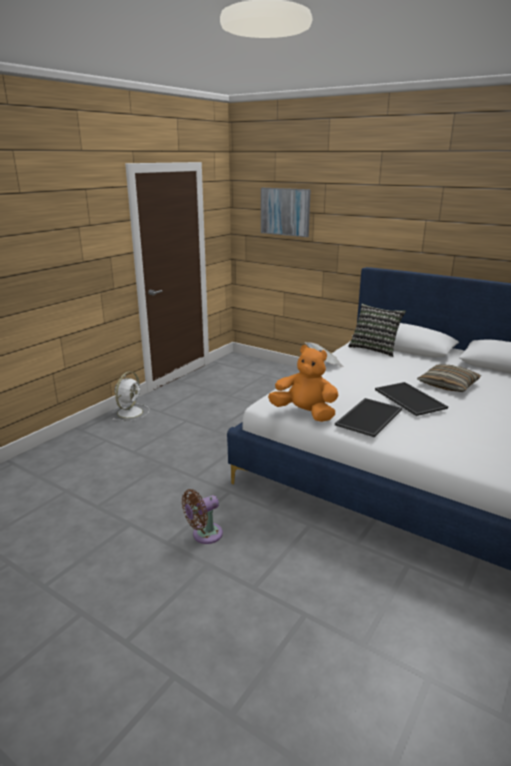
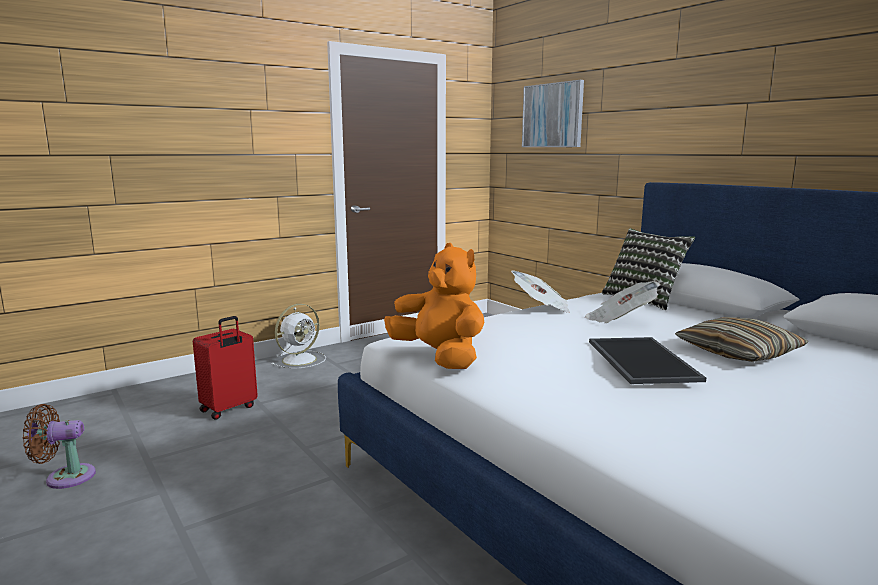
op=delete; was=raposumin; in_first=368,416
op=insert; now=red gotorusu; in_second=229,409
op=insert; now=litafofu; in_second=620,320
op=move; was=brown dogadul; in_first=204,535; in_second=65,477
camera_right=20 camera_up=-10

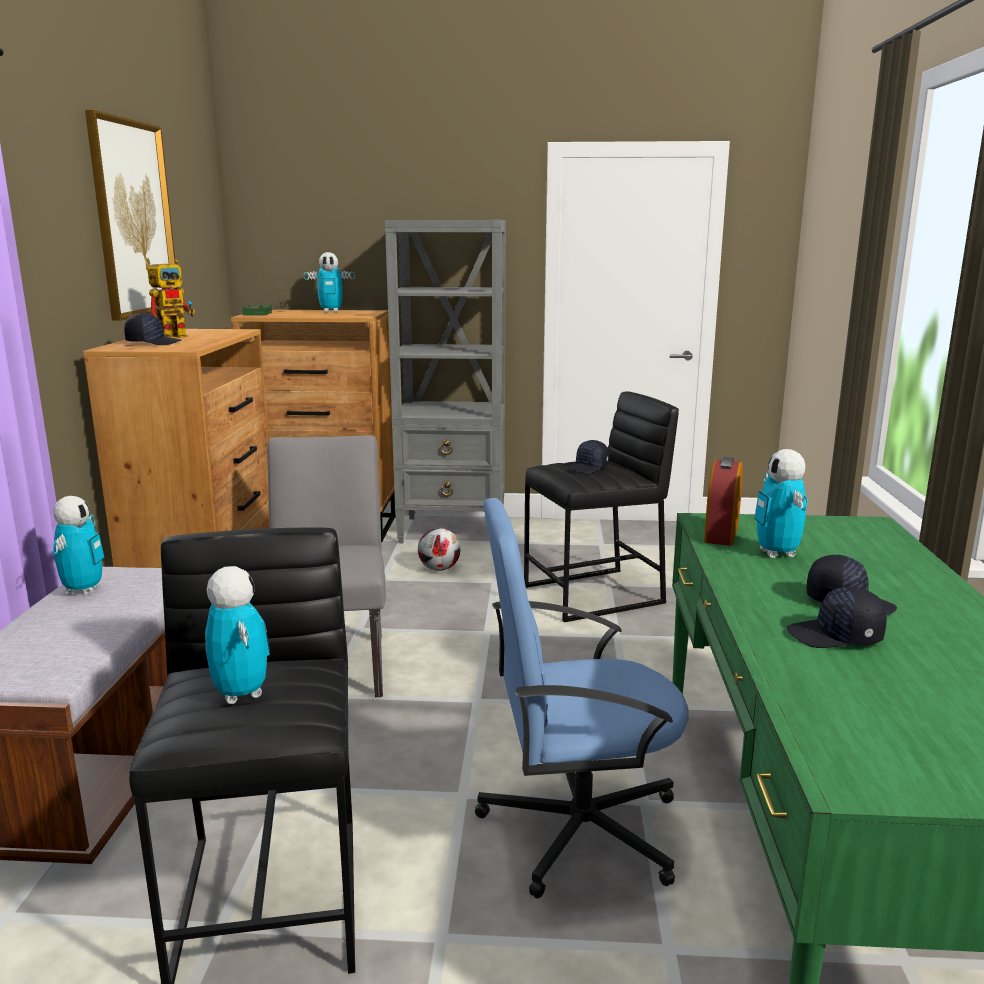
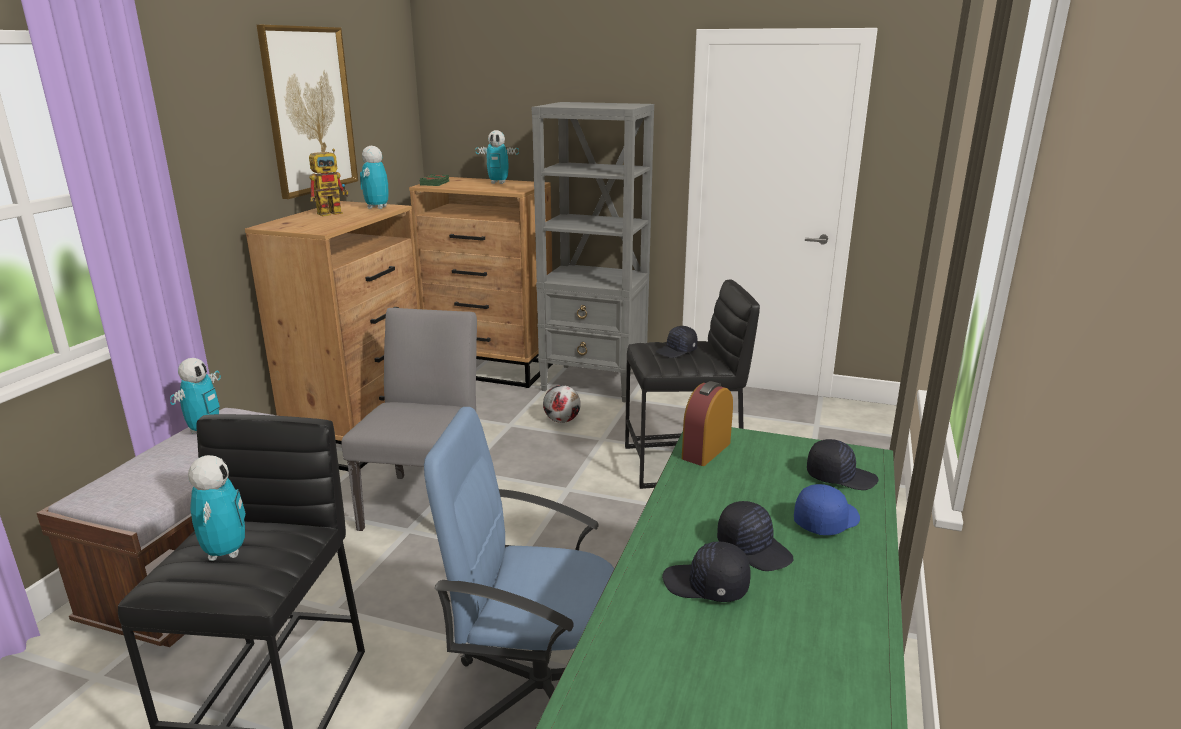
op=insert; now=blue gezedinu; in_second=825,520
op=move; was=black gezedinu; in_first=153,343; in_second=840,476
op=move; was=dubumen; in_first=777,553; in_second=377,207
camera_right=15 camera_up=5

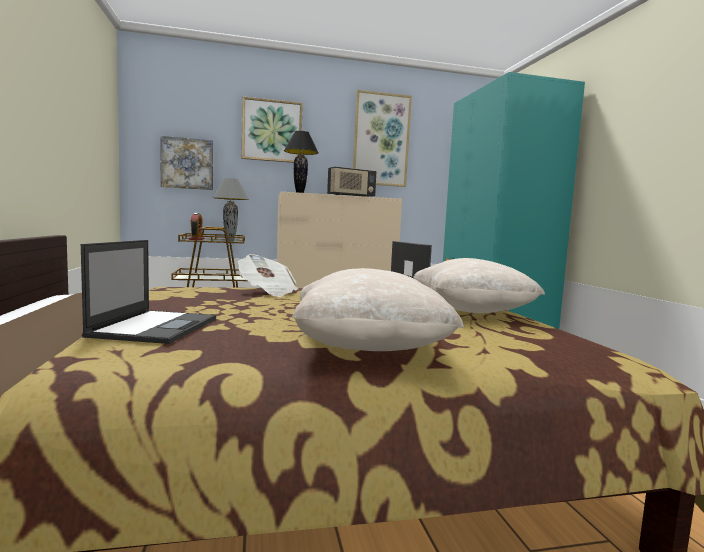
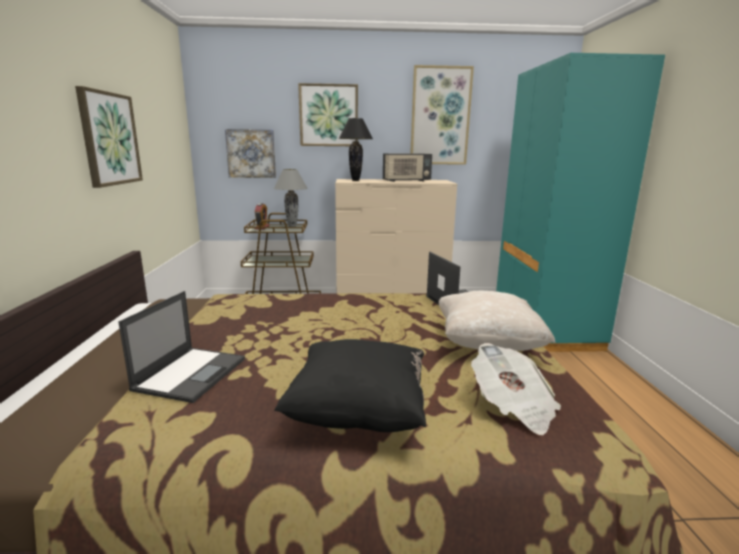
op=insert; now=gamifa; in_second=109,139
op=move; was=litafofu; in_first=267,291; in_second=513,407
op=recolor; was=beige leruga; now=black leruga; in_first=367,348; in_second=358,413
camera_right=10 camera_up=10

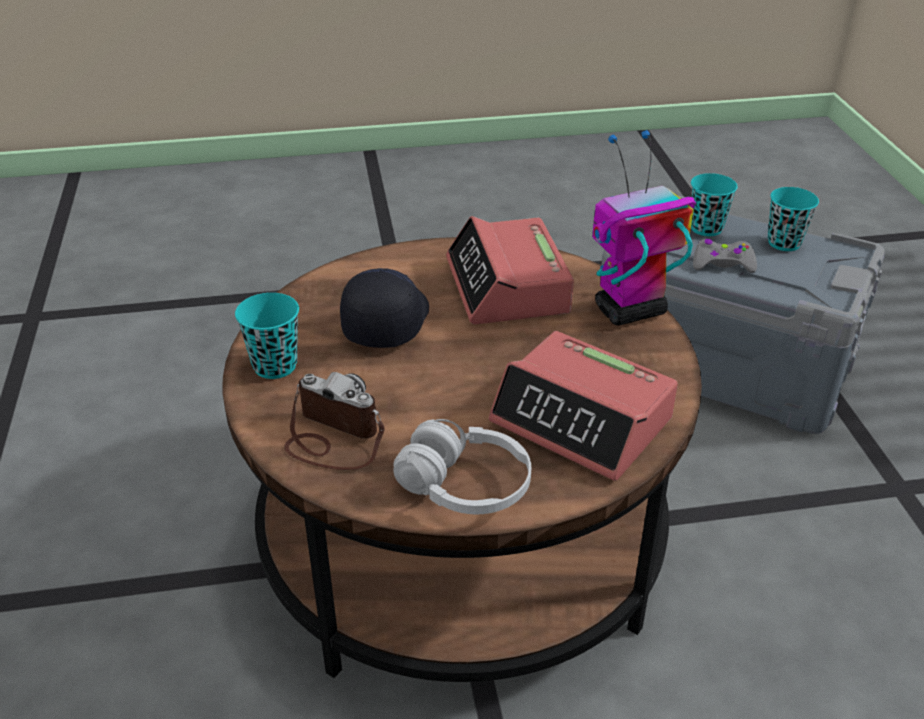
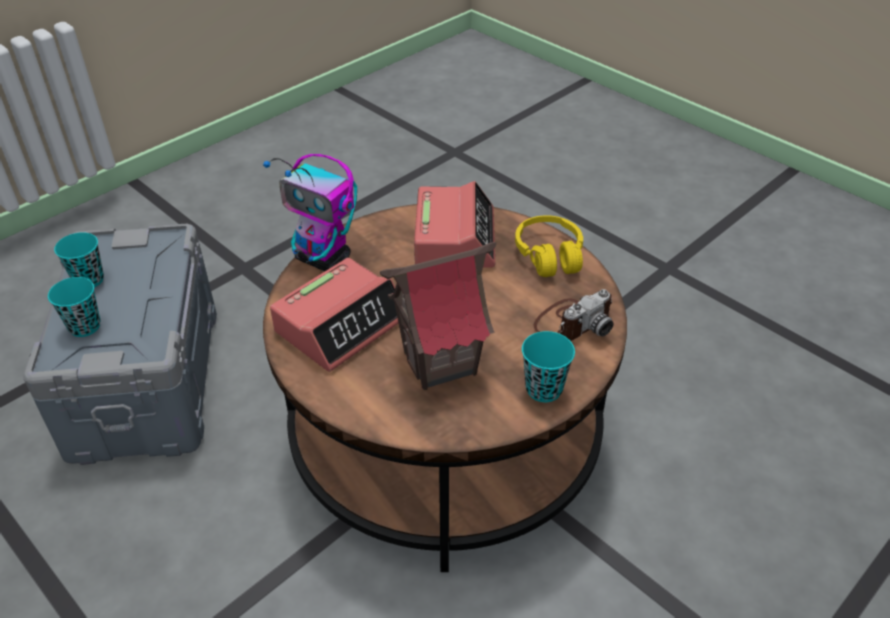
op=delete; was=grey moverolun; in_first=722,264
op=replace; was=black gezedinu; now=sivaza; in_first=385,321; in_second=440,363
op=recolor; was=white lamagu; now=yellow lamagu; in_first=464,486; in_second=549,256
op=rotate; was=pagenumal; in_first=332,437; in_second=573,322; clockwise=-120
camera_right=-125 camera_up=5

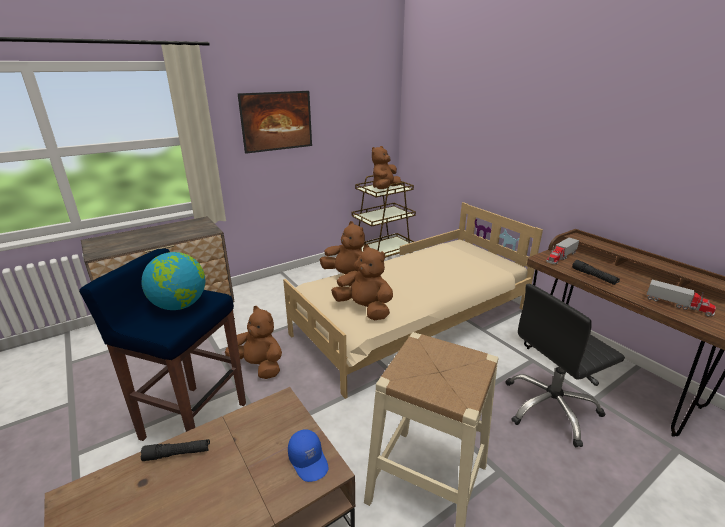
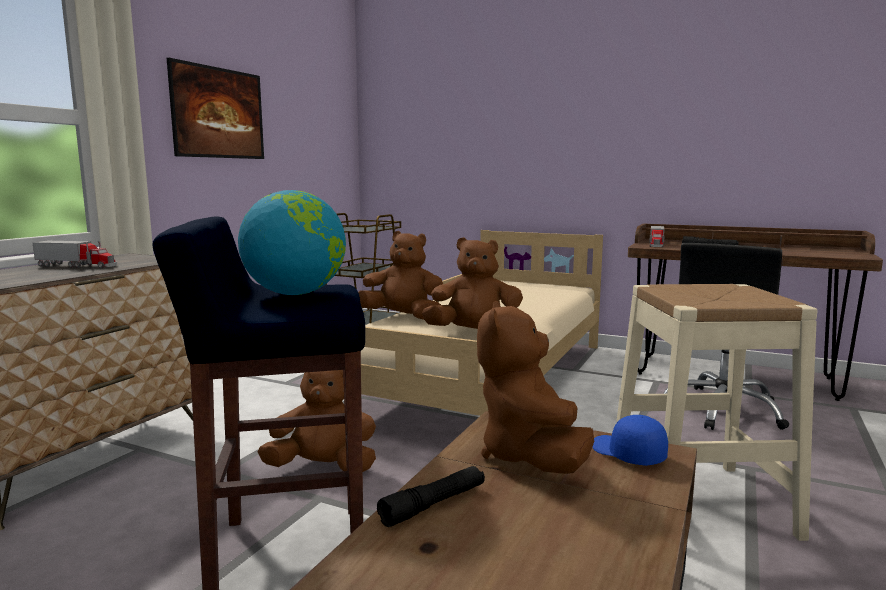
op=move; was=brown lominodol; in_first=385,189; in_second=530,457
op=move; was=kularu; in_first=678,305; in_second=77,266
op=rotate; was=blue gezedinu; in_first=309,461; in_second=627,454; clockwise=-150
camera_right=-30 camera_up=-15

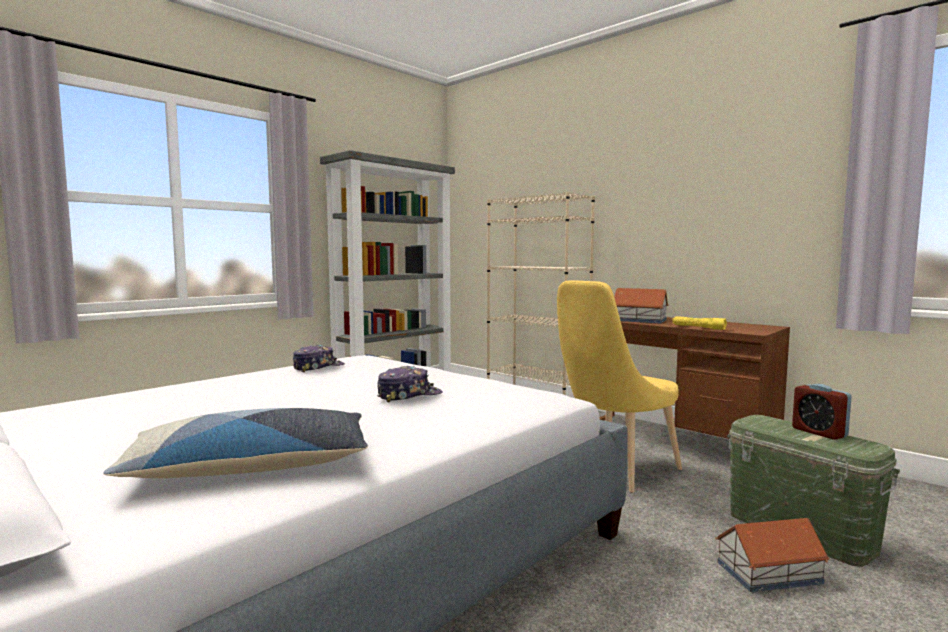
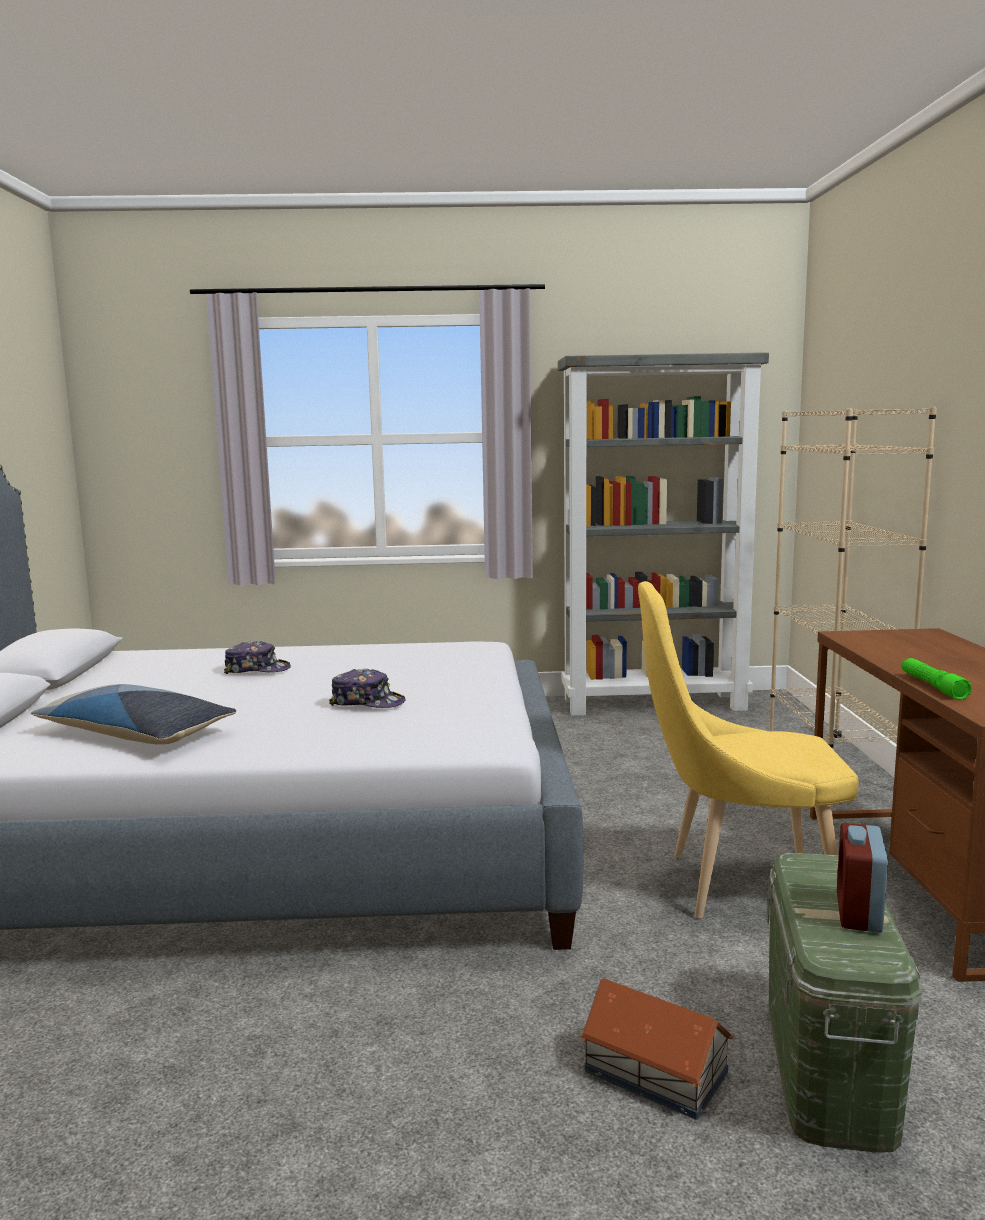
op=delete; was=sivaza; in_first=640,320
op=move; was=gezedinu; in_first=318,367; in_second=257,670
op=recolor; was=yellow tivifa; now=green tivifa; in_first=698,327; in_second=933,686
camera_right=45 camera_up=5

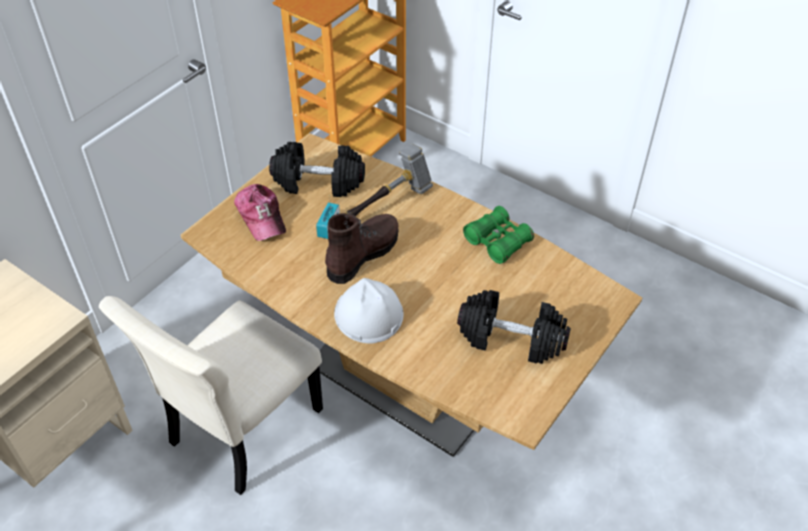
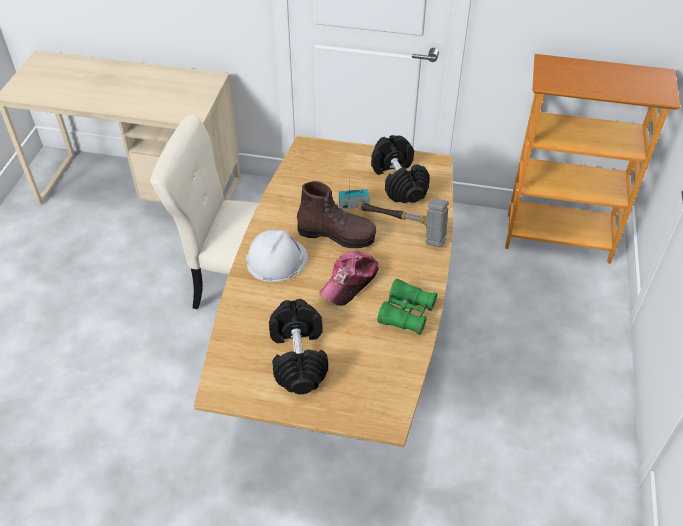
op=move; was=gezedinu; in_first=261,217; in_second=350,281
camera_right=65 camera_up=0

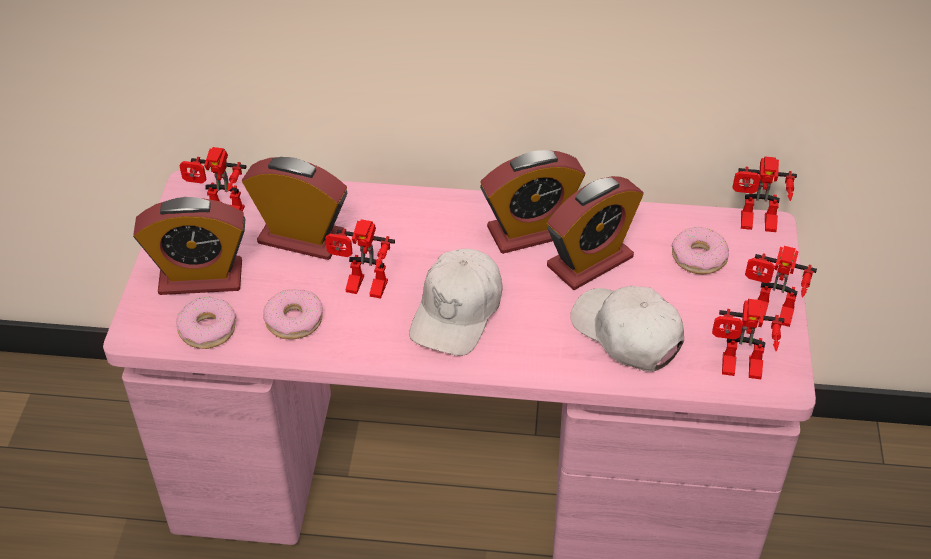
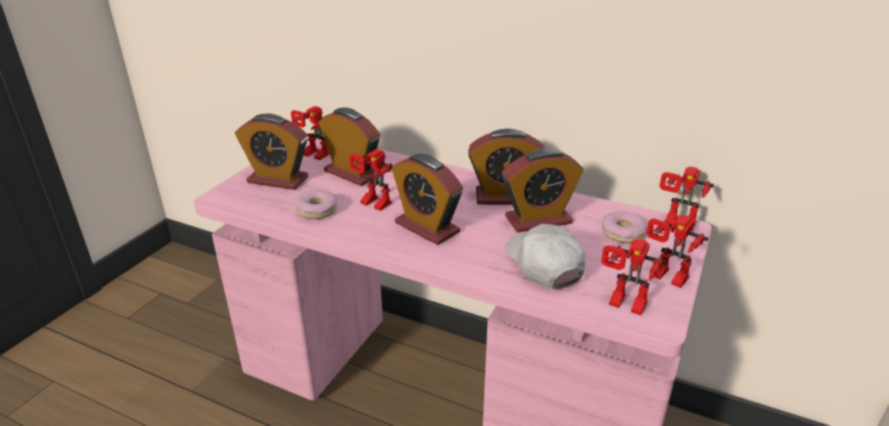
op=delete; was=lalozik; in_first=207,329
op=replace; was=white gezedinu; now=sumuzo; in_first=457,312; in_second=427,227
camera_right=20 camera_up=-15

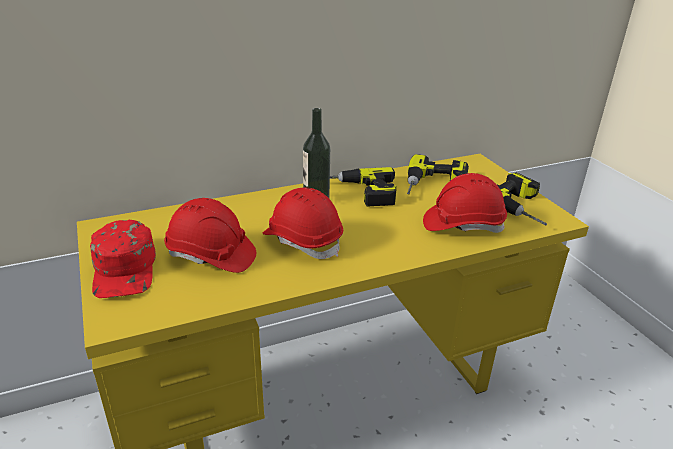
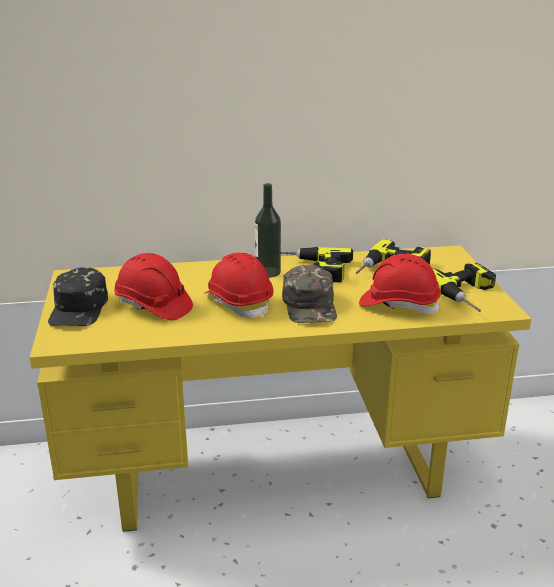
op=insert; now=green gezedinu; in_second=310,305
op=recolor; was=red gezedinu; now=black gezedinu; in_first=125,269; in_second=79,308
camera_right=15 camera_up=-5

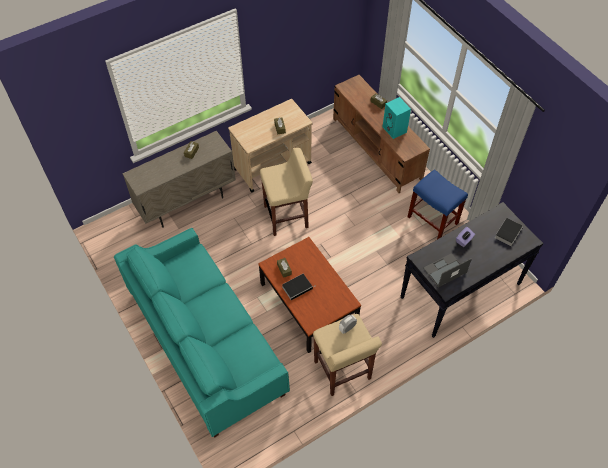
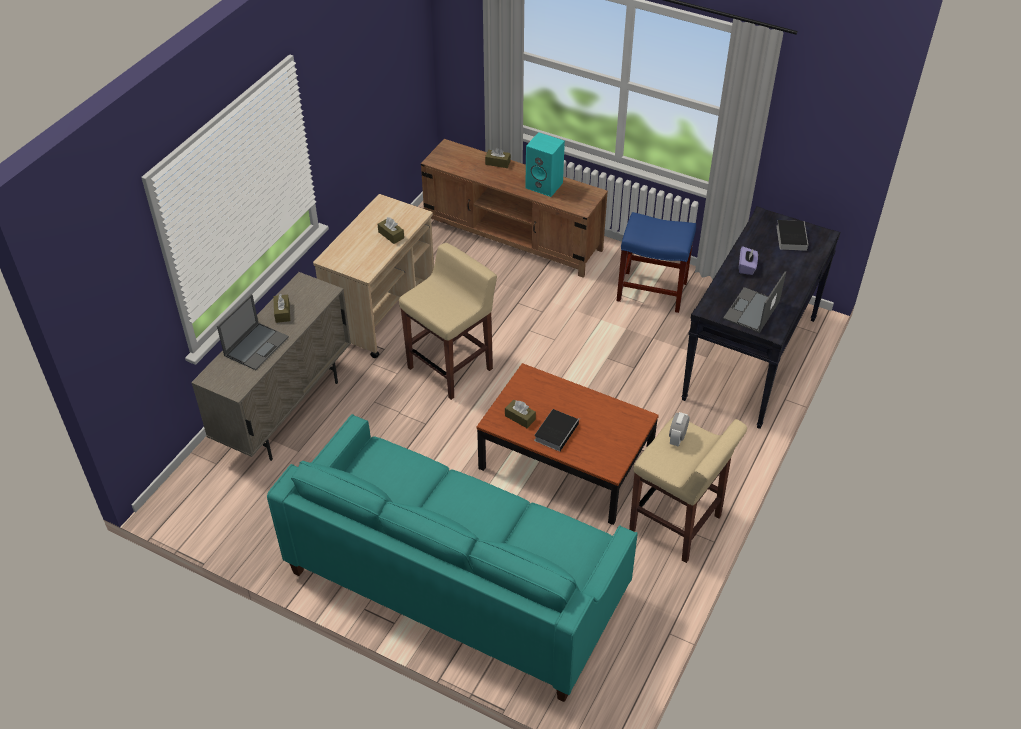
op=insert; now=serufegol; in_second=256,346
camera_right=-30 camera_up=-10

